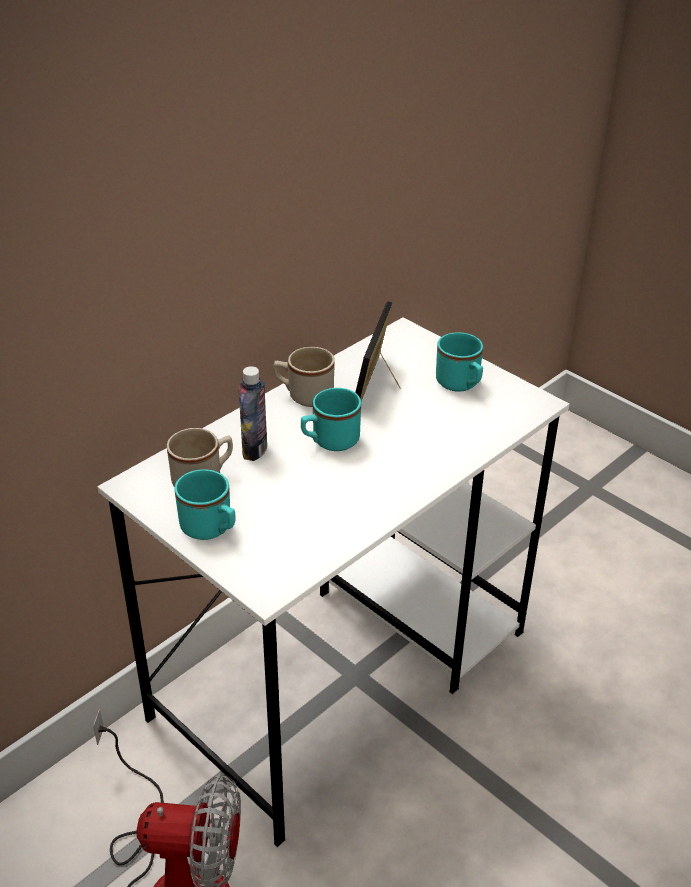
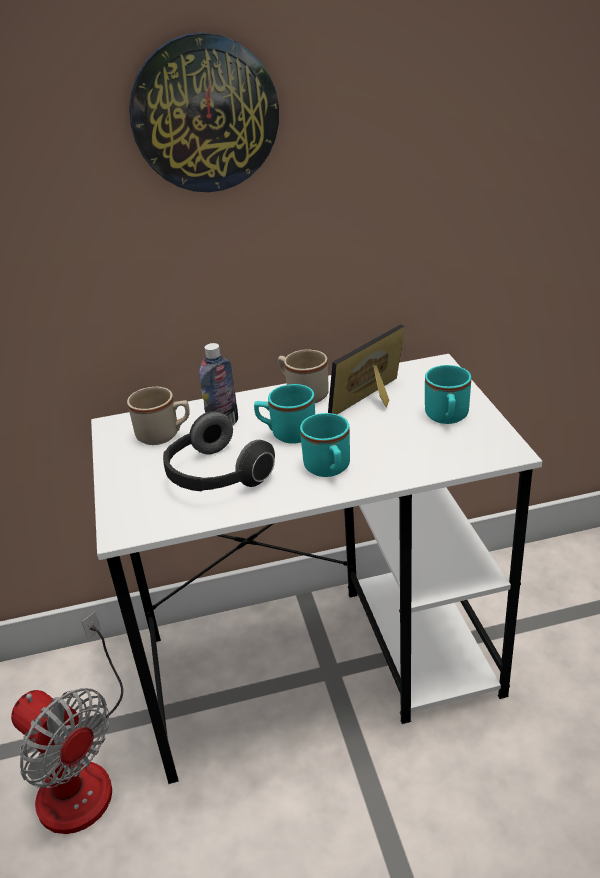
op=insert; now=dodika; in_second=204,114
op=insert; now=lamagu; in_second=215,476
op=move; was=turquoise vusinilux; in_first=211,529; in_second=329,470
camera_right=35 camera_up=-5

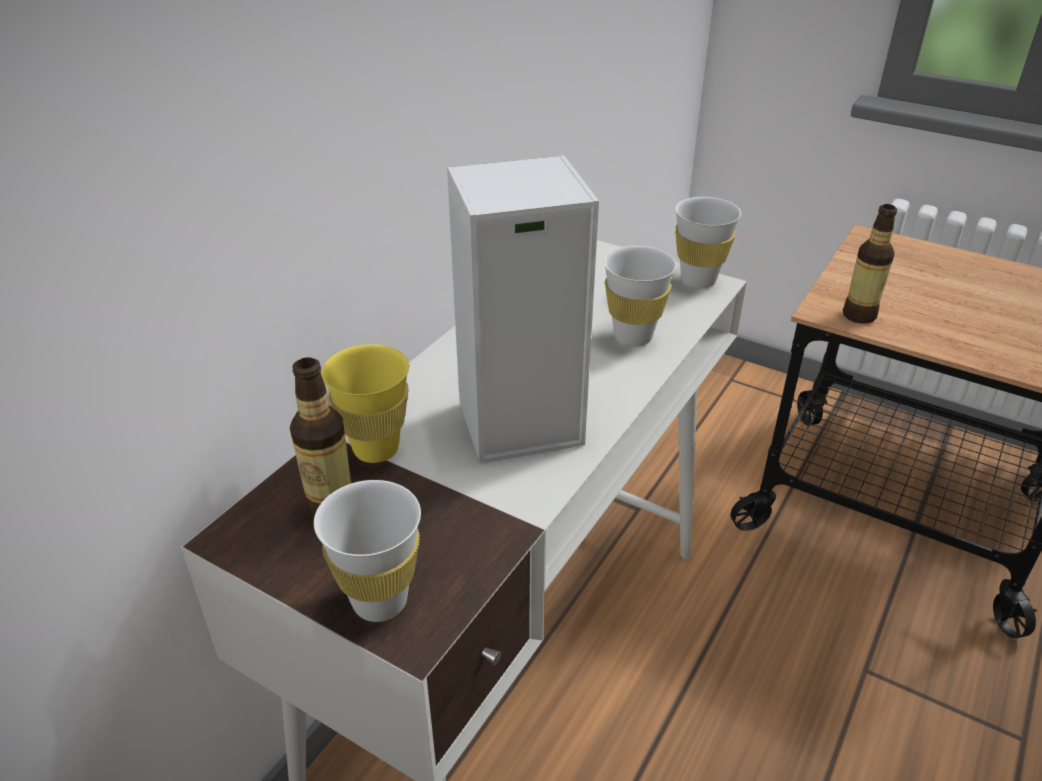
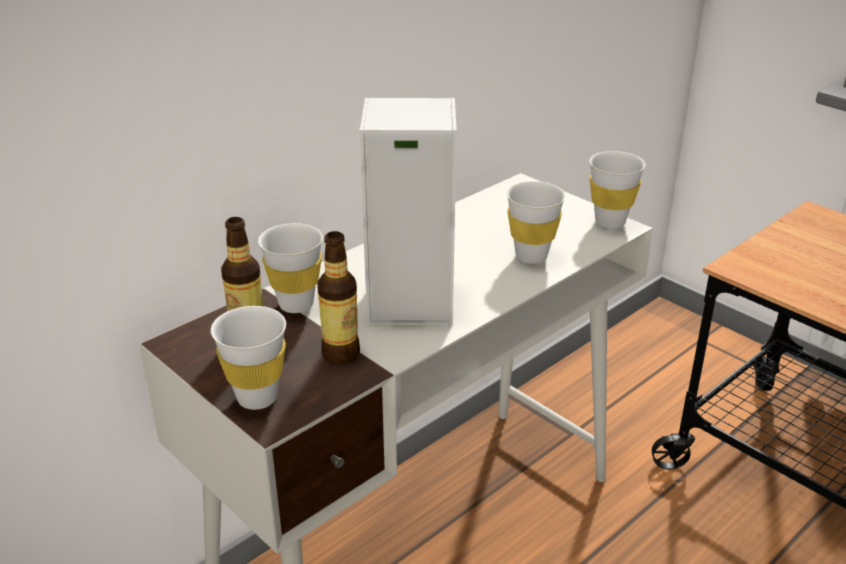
op=move; was=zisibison; in_first=859,315; in_second=341,354
op=recolor; was=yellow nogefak; now=white nogefak; in_first=376,449; in_second=296,304
camera_right=15 camera_up=-5

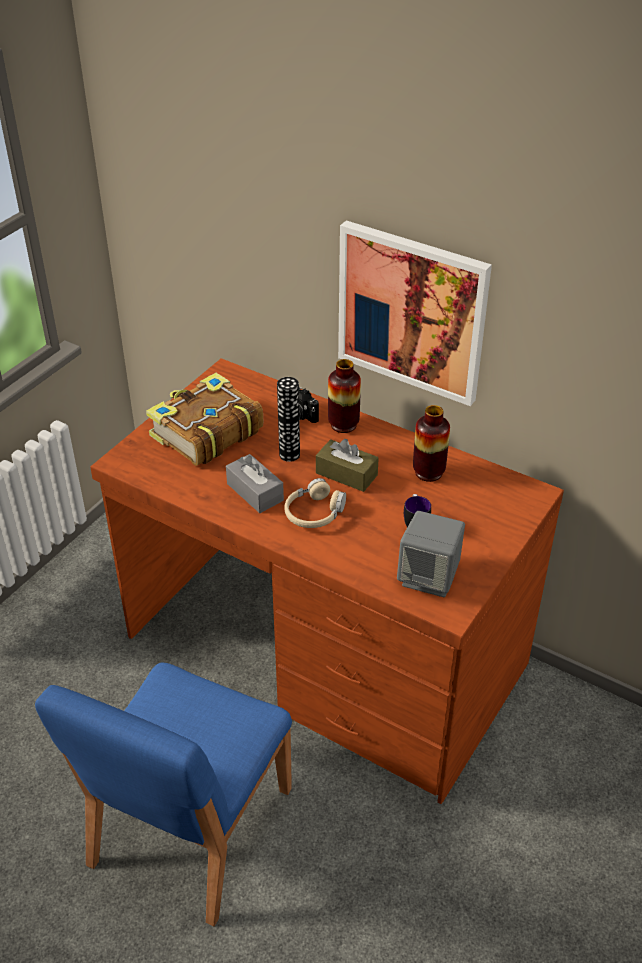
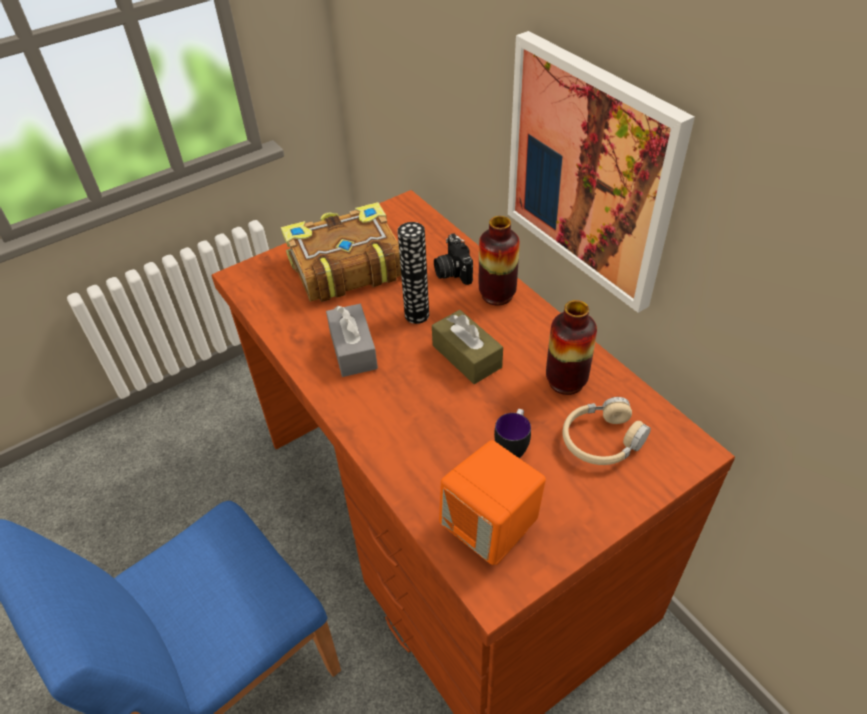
op=move; was=beige lamagu; in_first=314,513; in_second=602,440
op=recolor; was=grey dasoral; now=orange dasoral; in_first=429,578; in_second=491,528
camera_right=25 camera_up=5

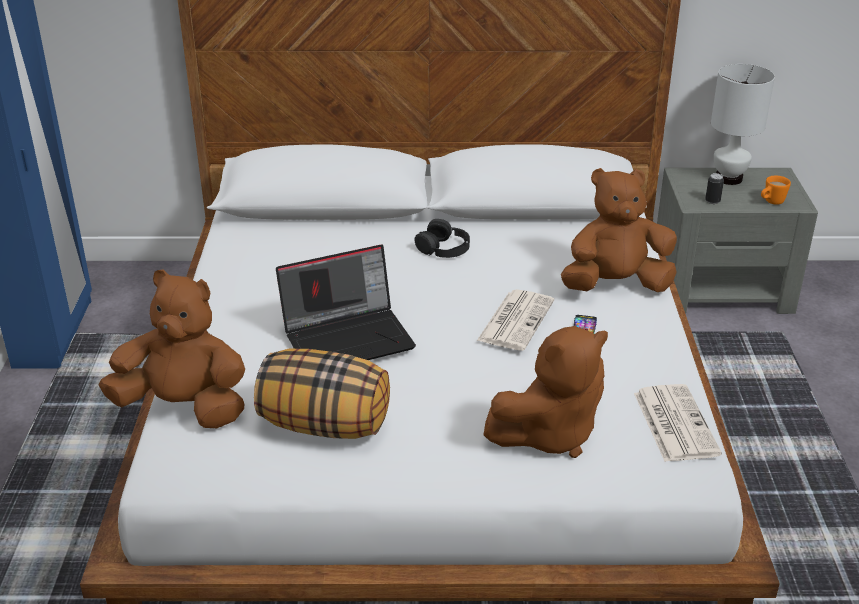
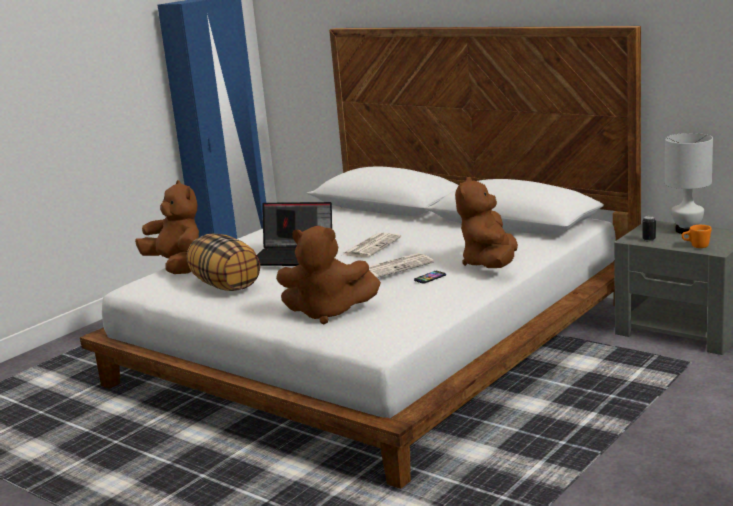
op=delete; was=black lamagu; in_first=444,248
op=move; was=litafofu; in_first=674,423; in_second=371,246
op=rotate; was=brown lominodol; in_first=615,285; in_second=490,264; clockwise=-105
camera_right=40 camera_up=-15

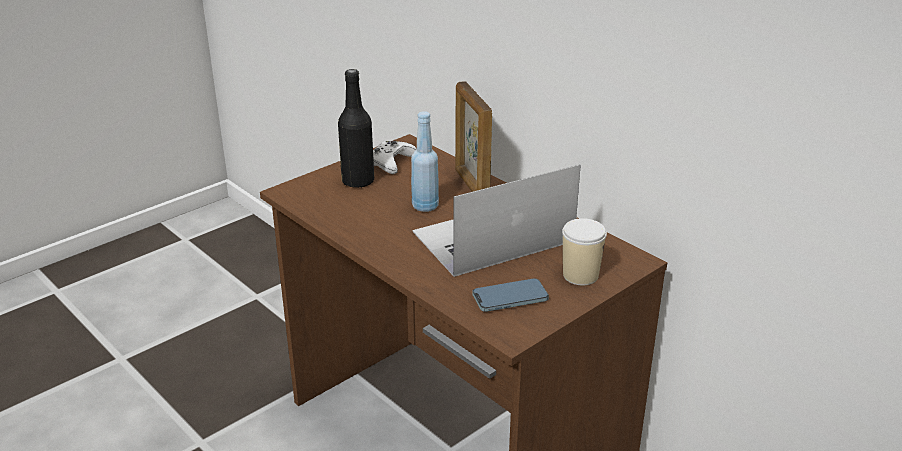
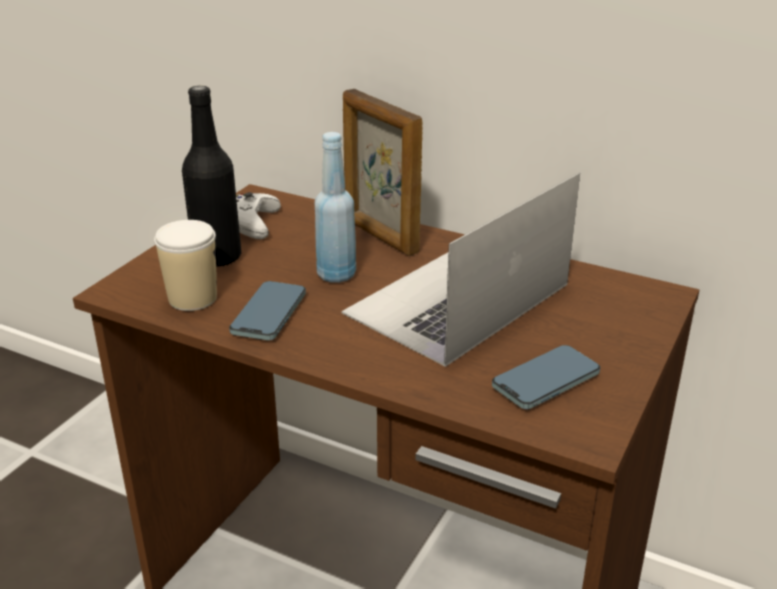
op=insert; now=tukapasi; in_second=269,314
op=move; was=nogefak; in_first=580,275; in_second=192,298
camera_right=-20 camera_up=0

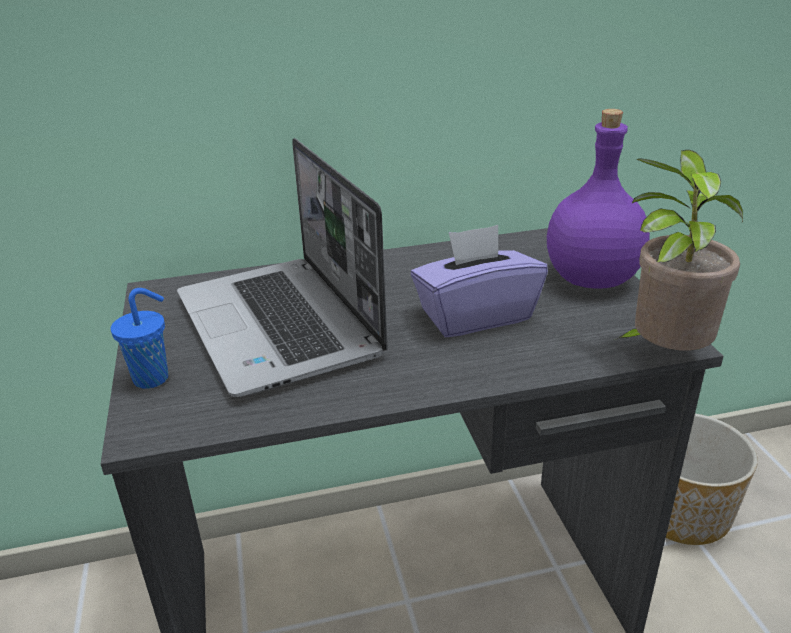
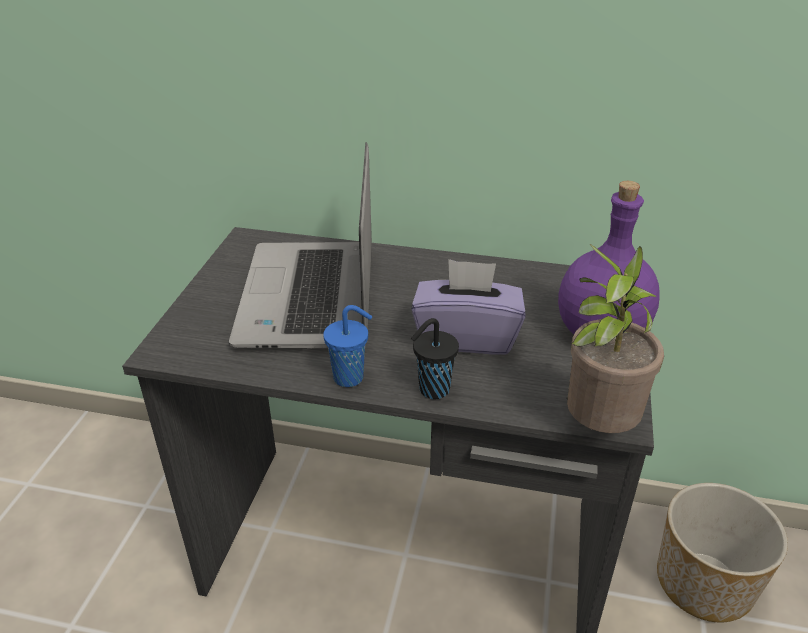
op=insert; now=black nogefak; in_second=432,390
op=move; was=blue nogefak; in_first=153,378; in_second=350,377
camera_right=25 camera_up=5

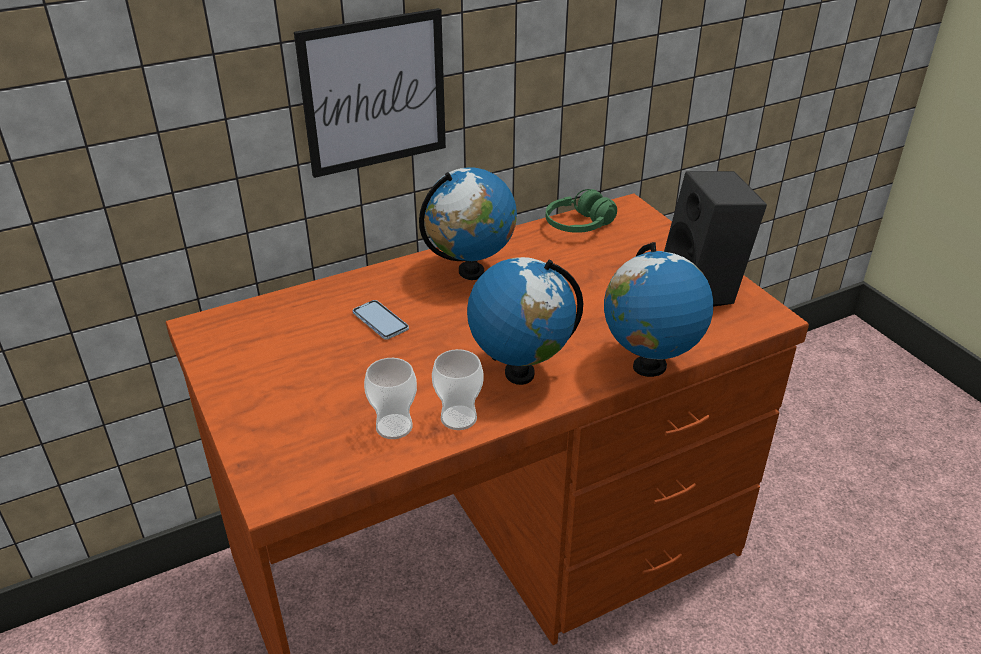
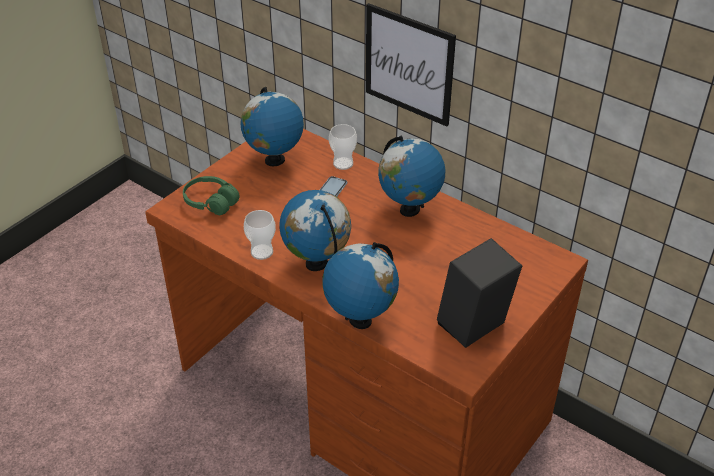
op=insert; now=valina; in_second=274,160
op=move; was=nogefak; in_first=394,426; in_second=343,163
op=move; was=green lamagu; in_first=579,225; in_second=211,202
camera_right=65 camera_up=5

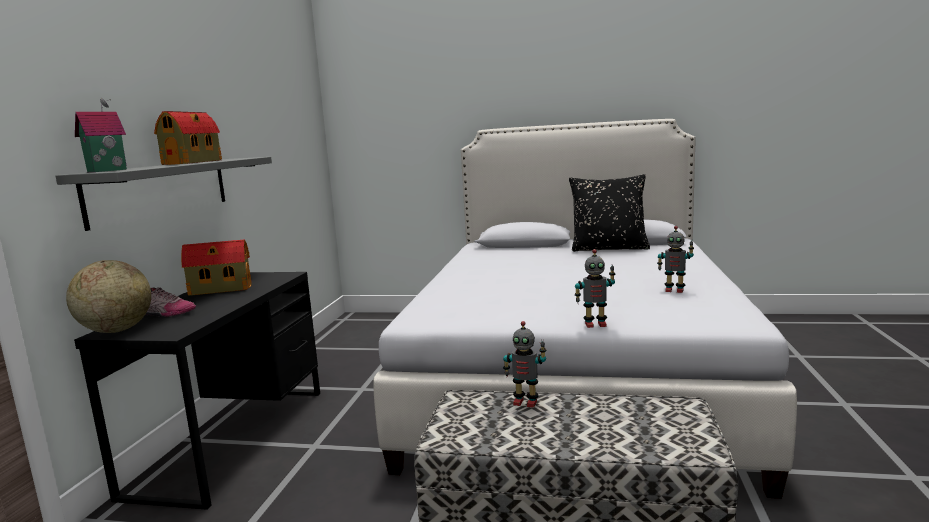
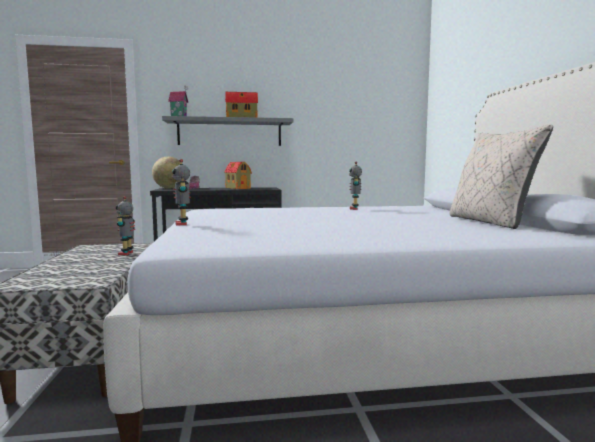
op=move; was=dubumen; in_first=674,290; in_second=354,209
op=recolor; was=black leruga; now=beige leruga; in_first=609,248; in_second=490,222
camera_right=70 camera_up=-5

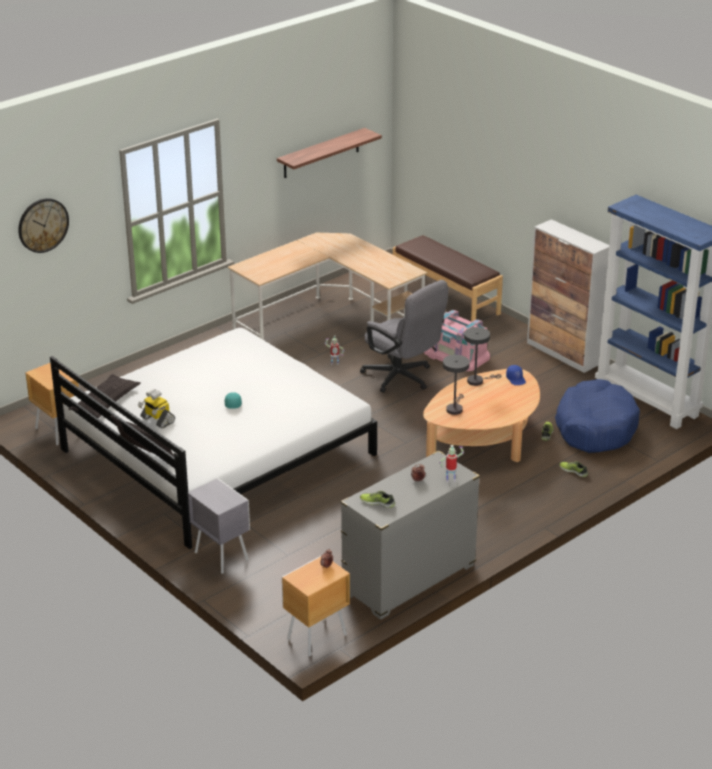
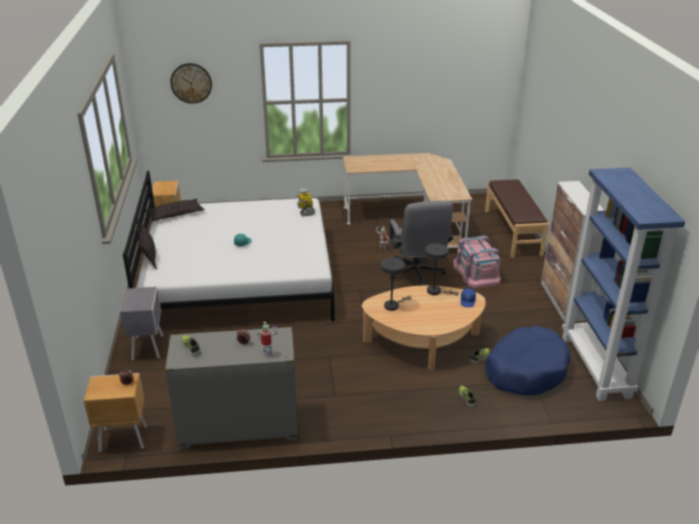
op=delete; was=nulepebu; in_first=321,153
op=move; was=dubumen; in_first=157,420; in_second=305,210
camera_right=35 camera_up=0

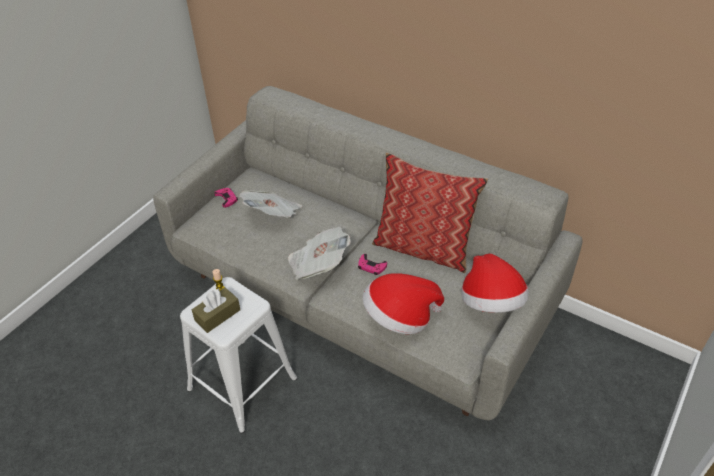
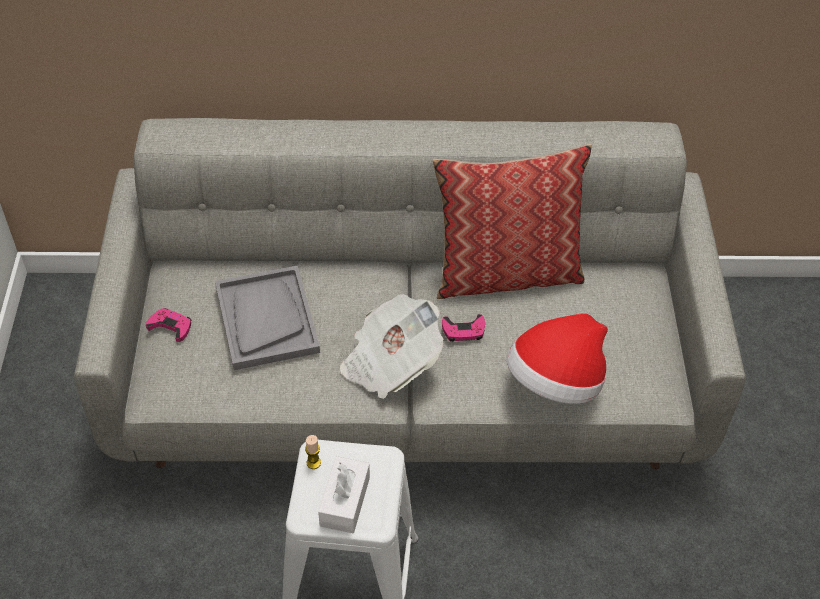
op=delete; was=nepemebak; in_first=491,303
op=replace; was=litafofu; now=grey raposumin; in_first=273,215; in_second=266,319
op=recolor; was=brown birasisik; now=white birasisik; in_first=217,315; in_second=345,501
camera_right=-35 camera_up=5

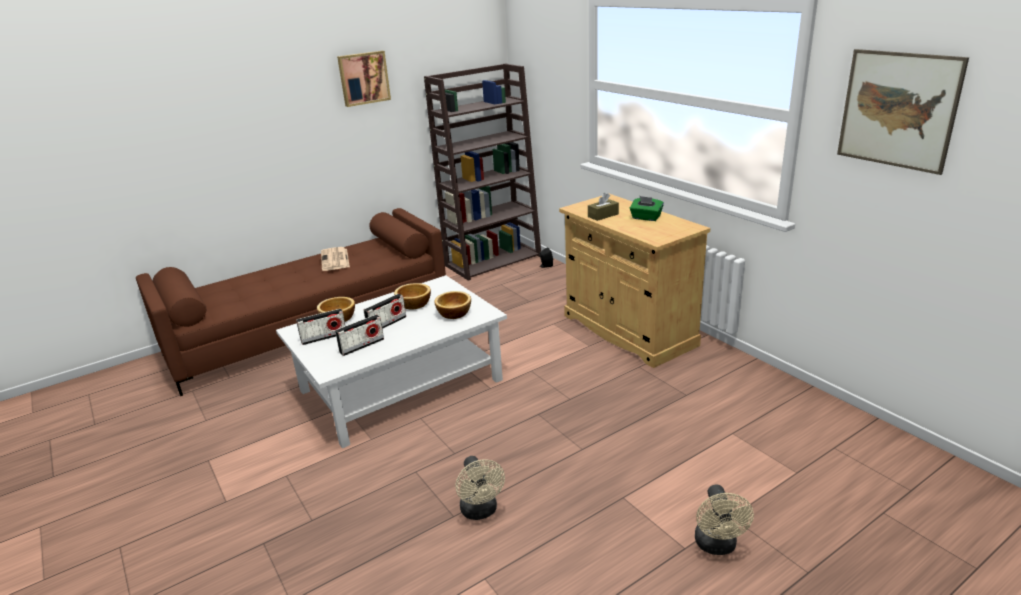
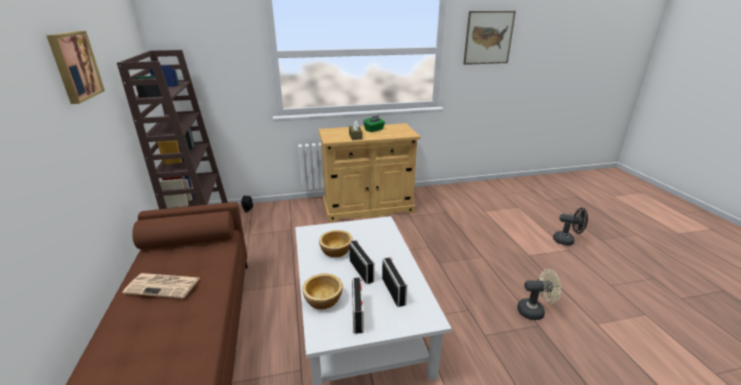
op=delete; was=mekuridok; in_first=453,313
op=recolor; was=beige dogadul; now=black dogadul; in_first=717,546; in_second=567,241
camera_right=-70 camera_up=0

